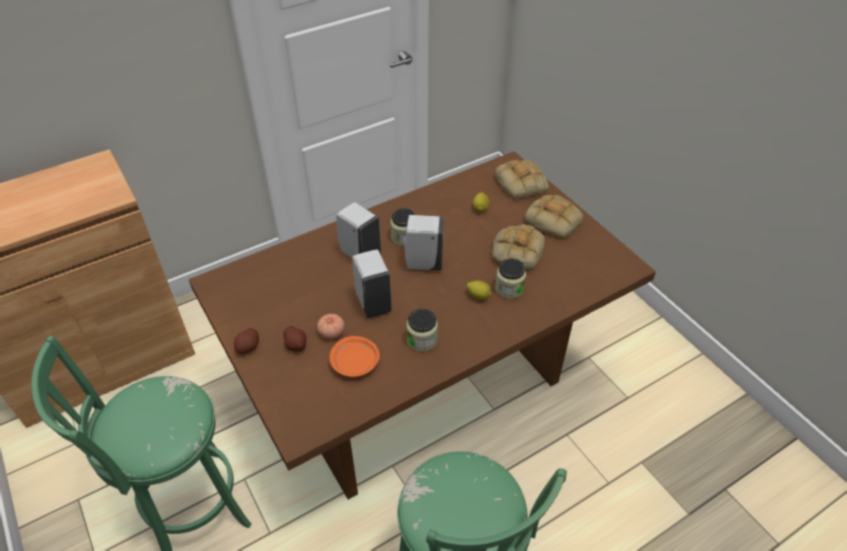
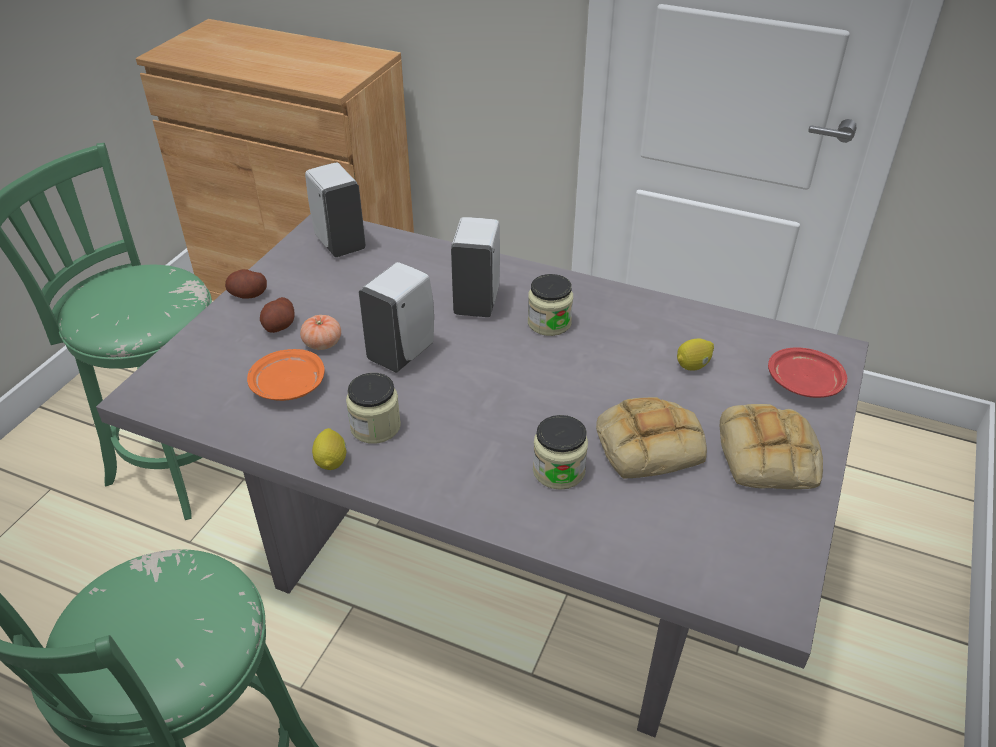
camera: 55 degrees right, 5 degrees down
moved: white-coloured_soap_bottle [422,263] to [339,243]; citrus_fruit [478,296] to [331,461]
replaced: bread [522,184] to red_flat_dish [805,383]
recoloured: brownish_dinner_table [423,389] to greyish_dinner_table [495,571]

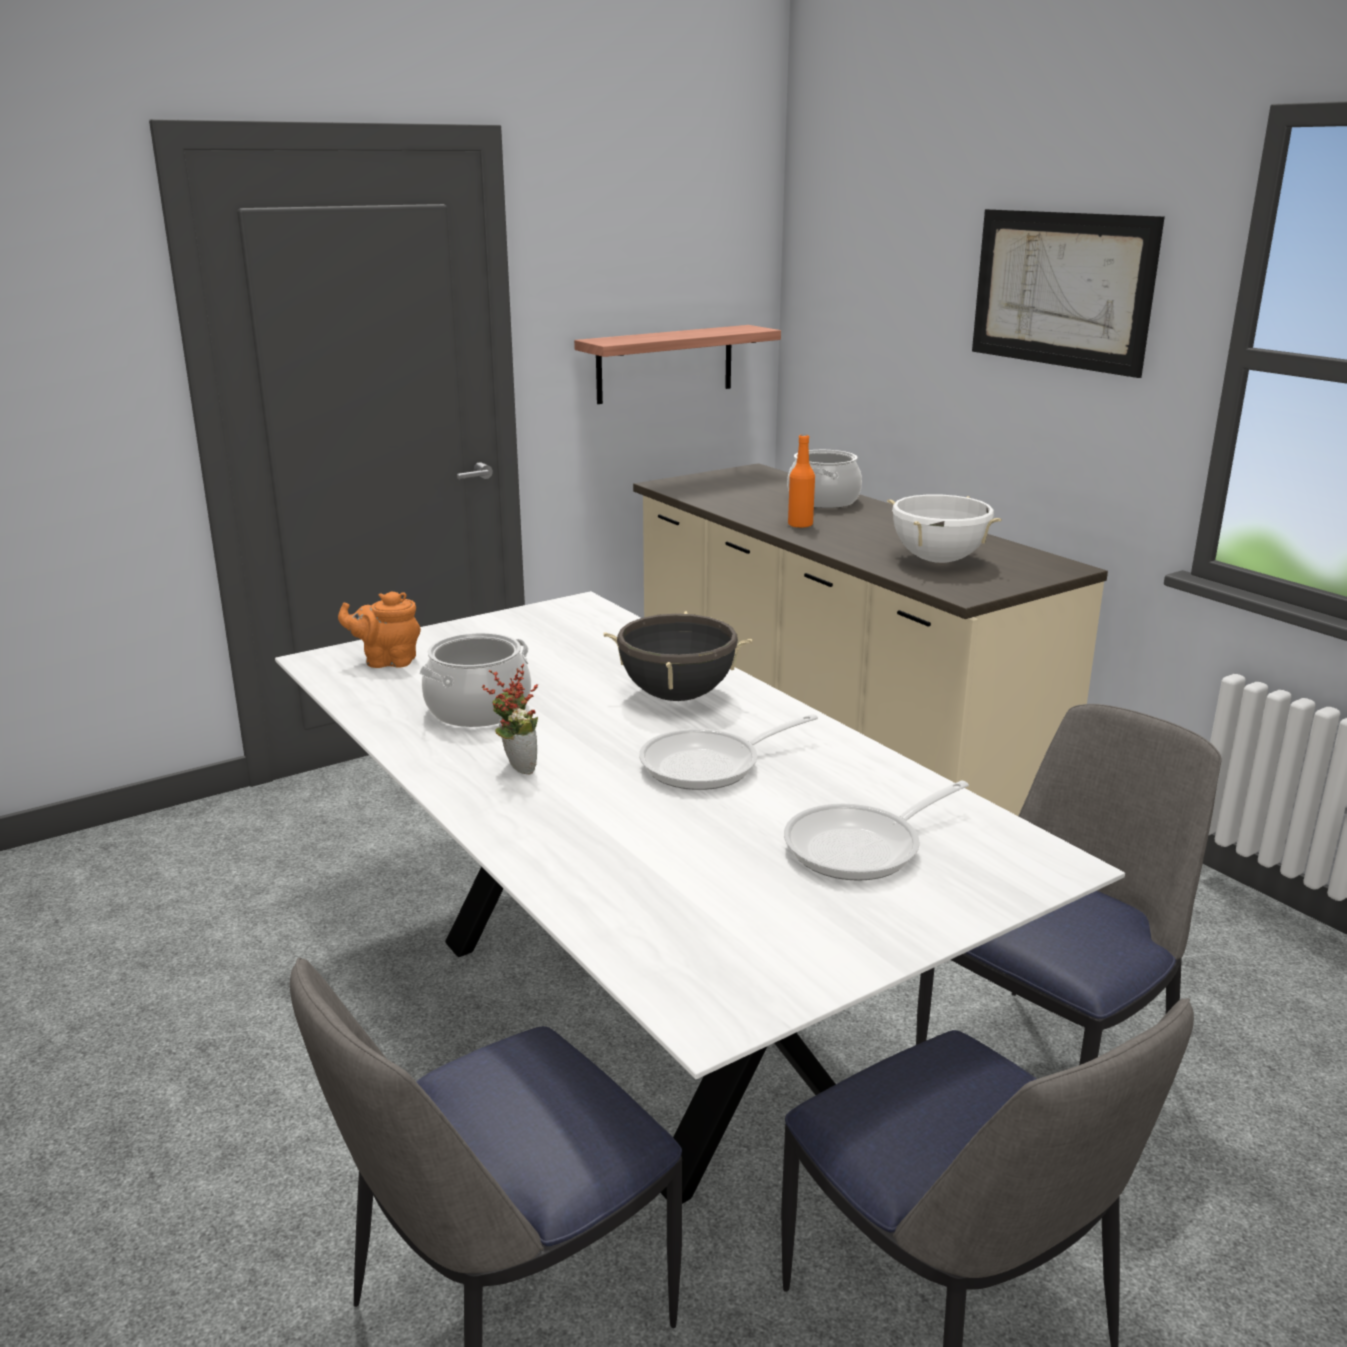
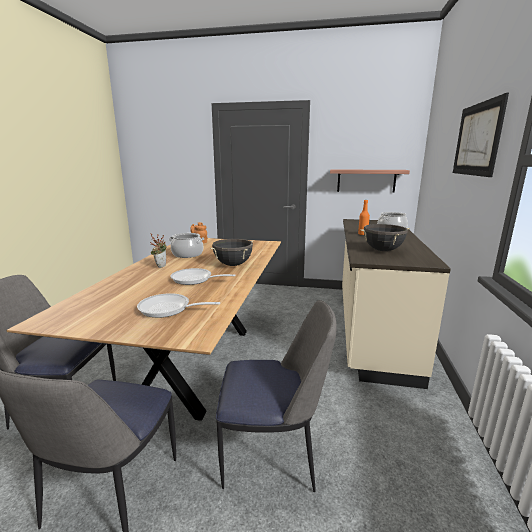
camera: 45 degrees right, 5 degrees down
recoloured: white-coloured_saucepot [938,560] to black-coloured_saucepot [383,250]; white-coloured_dinner_table [629,1017] to brownish_dinner_table [198,362]

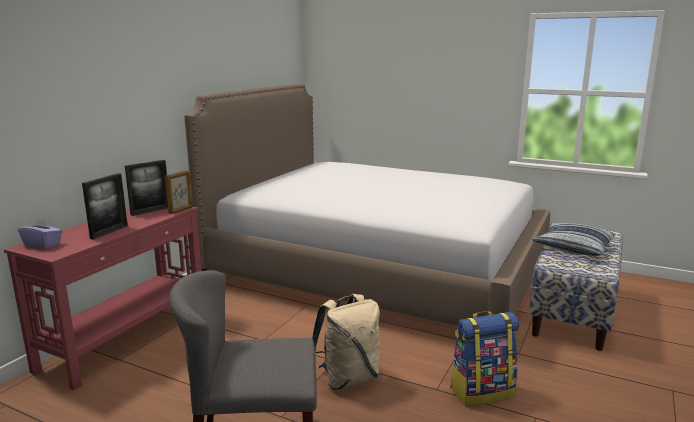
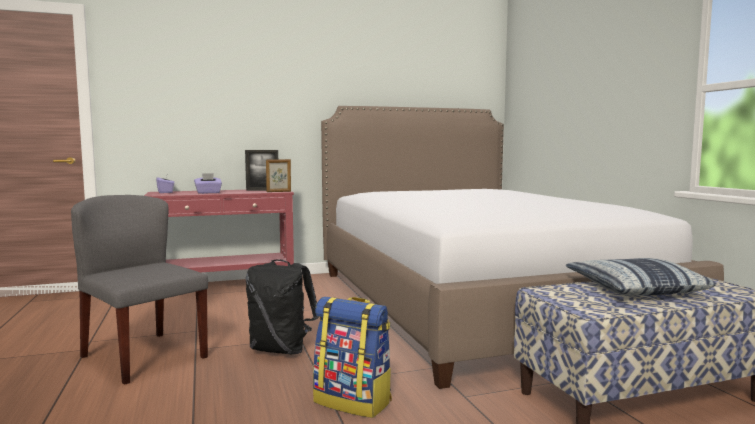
camera: 45 degrees right, 10 degrees down
replaced: picture_frame [109,232] to purple-coloured_box_of_tissues [208,193]
recoloured: beige-coloured_backpack [348,378] to black-coloured_backpack [281,350]

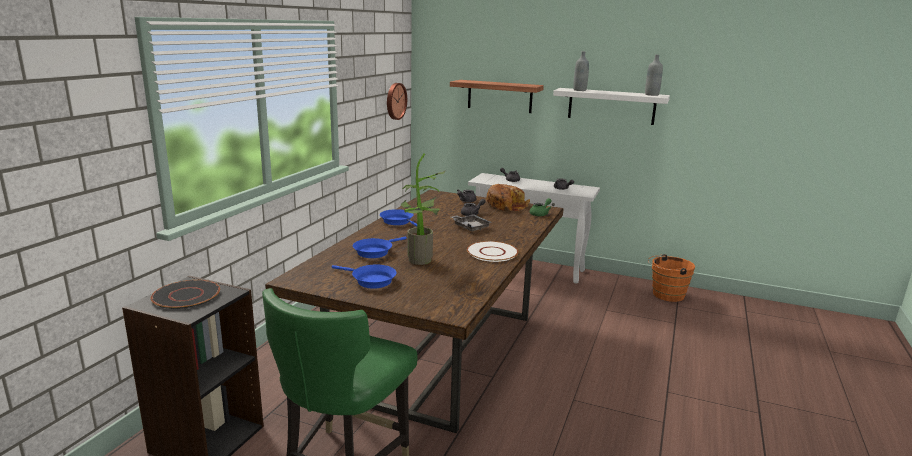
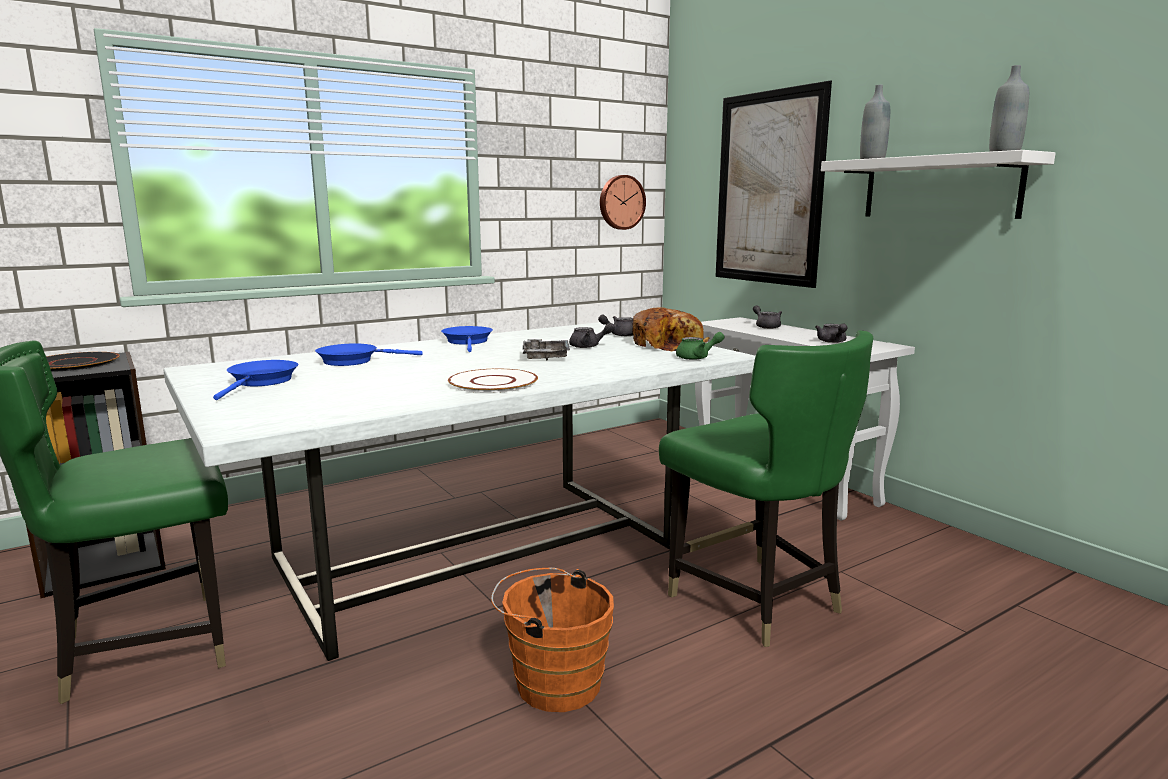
camera: 35 degrees right, 5 degrees down
removed: houseplant [422,261]
added: green_plain_chair [756,601]
moved: orange-coloured_pail [665,295] to [552,682]
replaced: wall_shelf [499,96] to wall_picture [768,188]
recoloured: brownish_dinner_table [440,351] to white-coloured_dinner_table [481,552]
turned: blue-coloured_frying_pan [370,280] = [261,382] 150 degrees counterclockwise

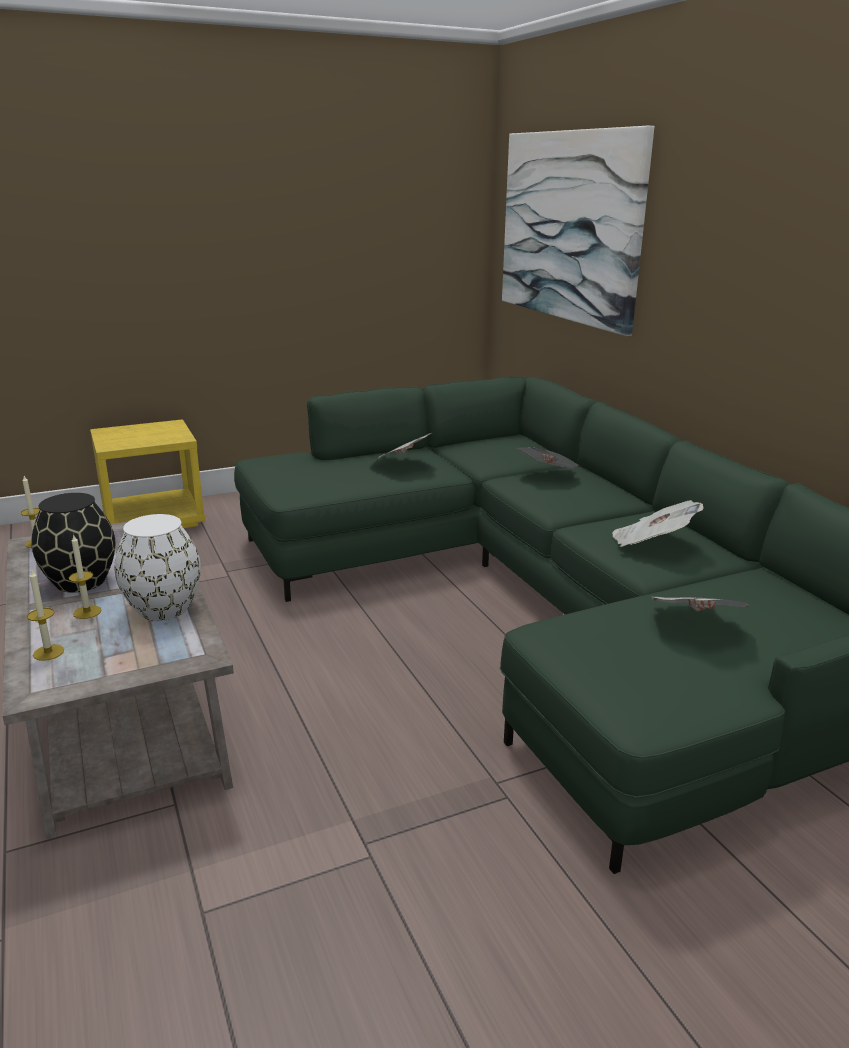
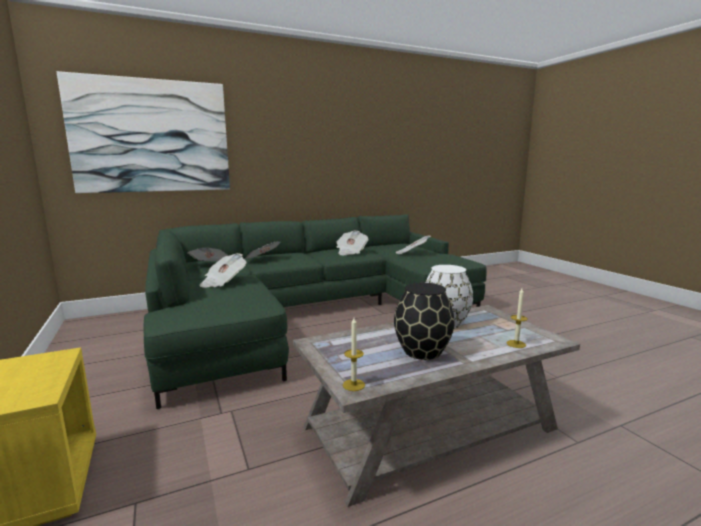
camera: 90 degrees left, 10 degrees down
removed: wax_candle [87,612]
added: newspaper [210,265]

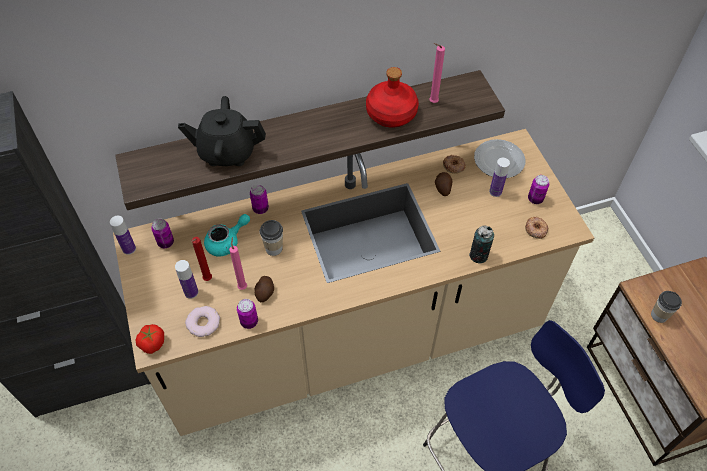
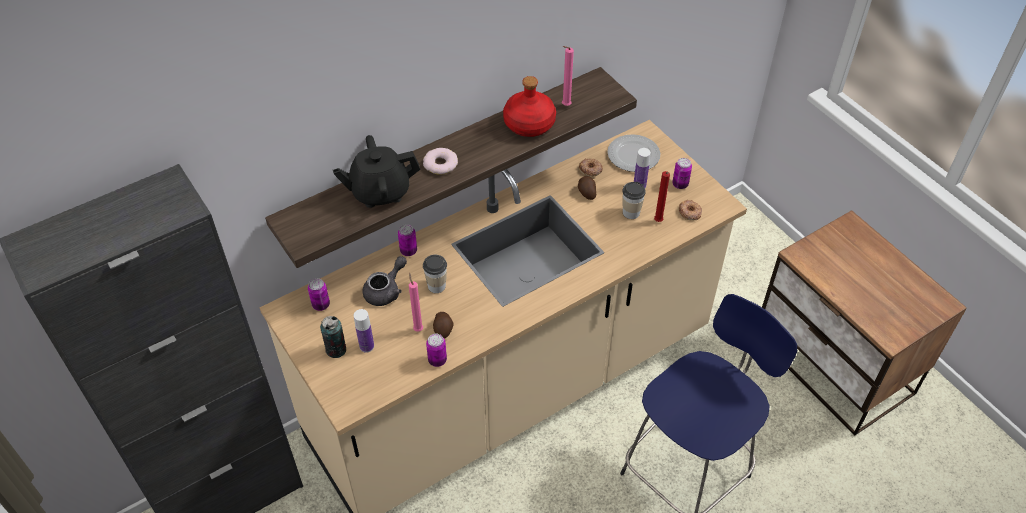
camera: 15 degrees left, 5 degrees down
removed: drink_bottle [129,249]; tomato [152,344]
moved: metal_can [478,255] to [336,350]; red_wax_candle [207,280] to [658,222]; small_cup [659,315] to [631,212]; donut [203,323] to [440,164]
recoloured: turquoise_pot_for_tea [227,242] to greyish_pot_for_tea [386,291]

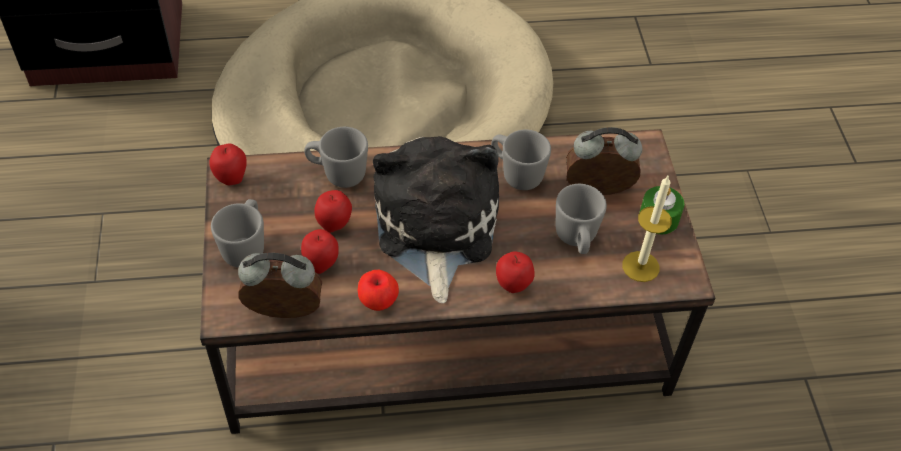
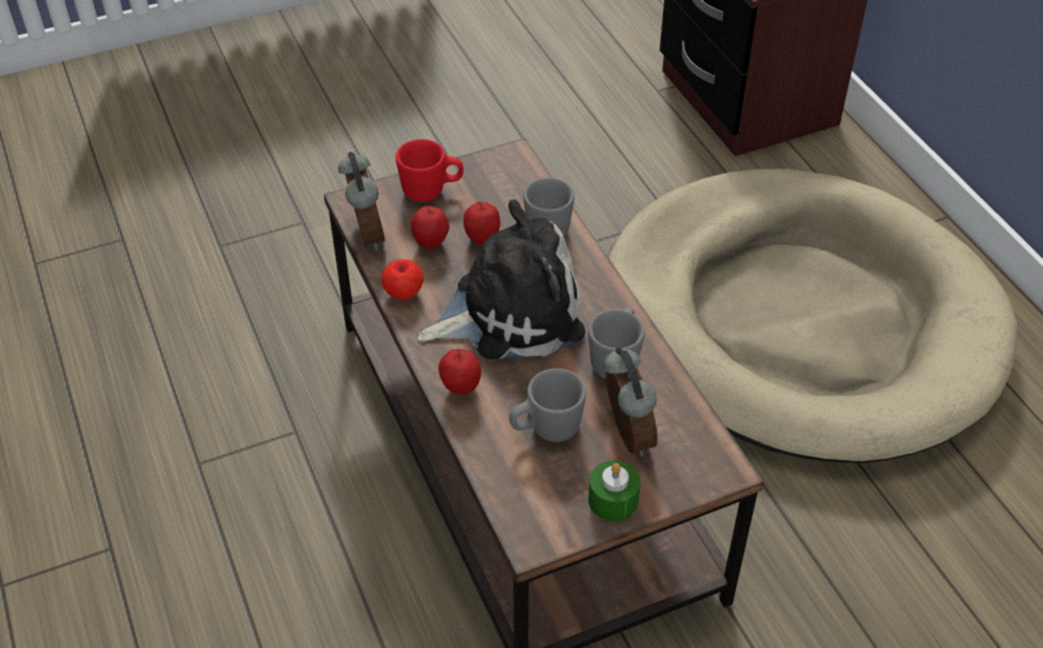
camera: 75 degrees right, 5 degrees down
removed: apple [231,178]; wax_candle [640,266]
recoloured: greyish_coffee_mug [246,246] to red_coffee_mug [431,191]

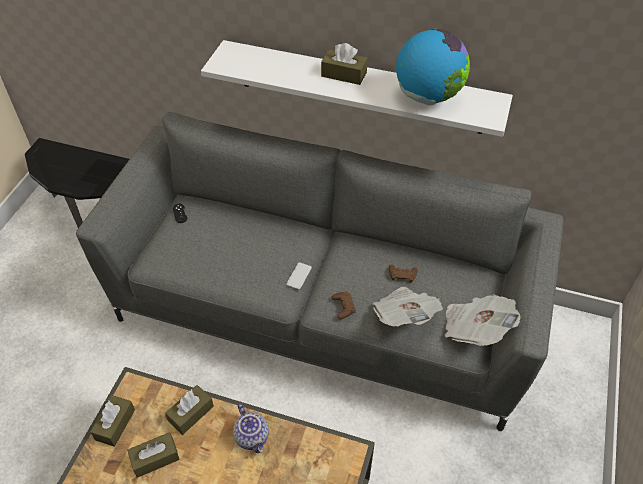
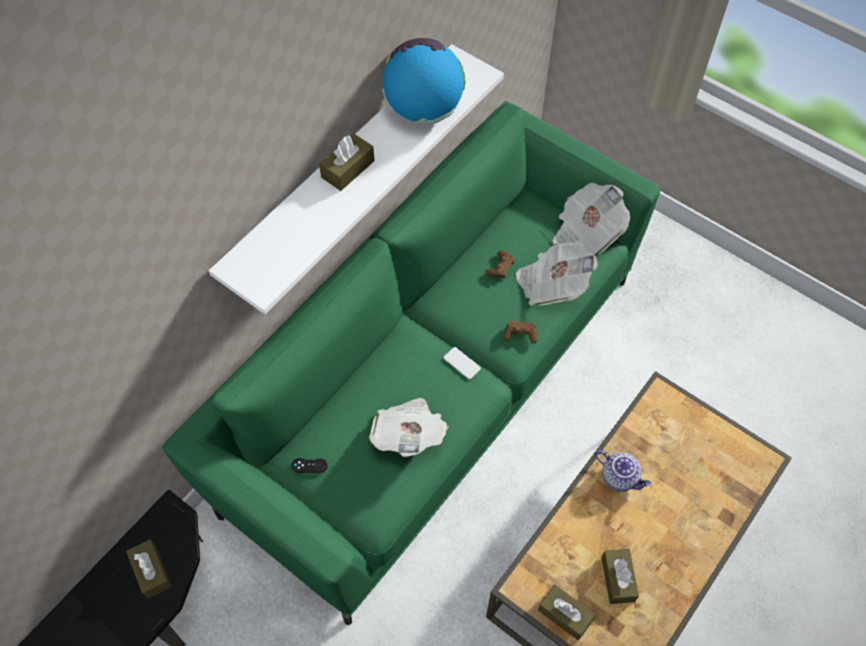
camera: 70 degrees left, 10 degrees up
added: newspaper [409,434]
moved: brownish_box_of_tissues [191,413] to [151,571]
recoloured: greyish_settee [322,313] to green_settee [432,389]
turned: pot_for_tea [253,437] = [620,477] 45 degrees clockwise

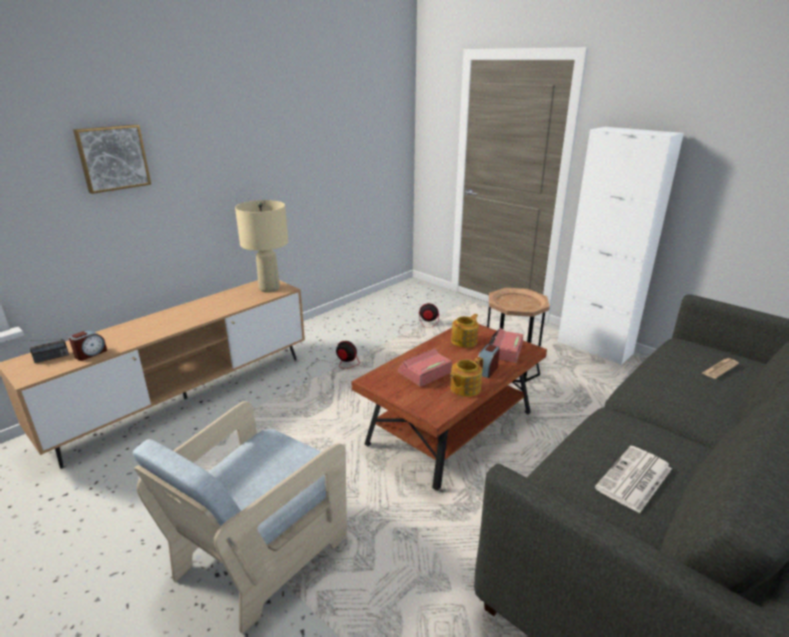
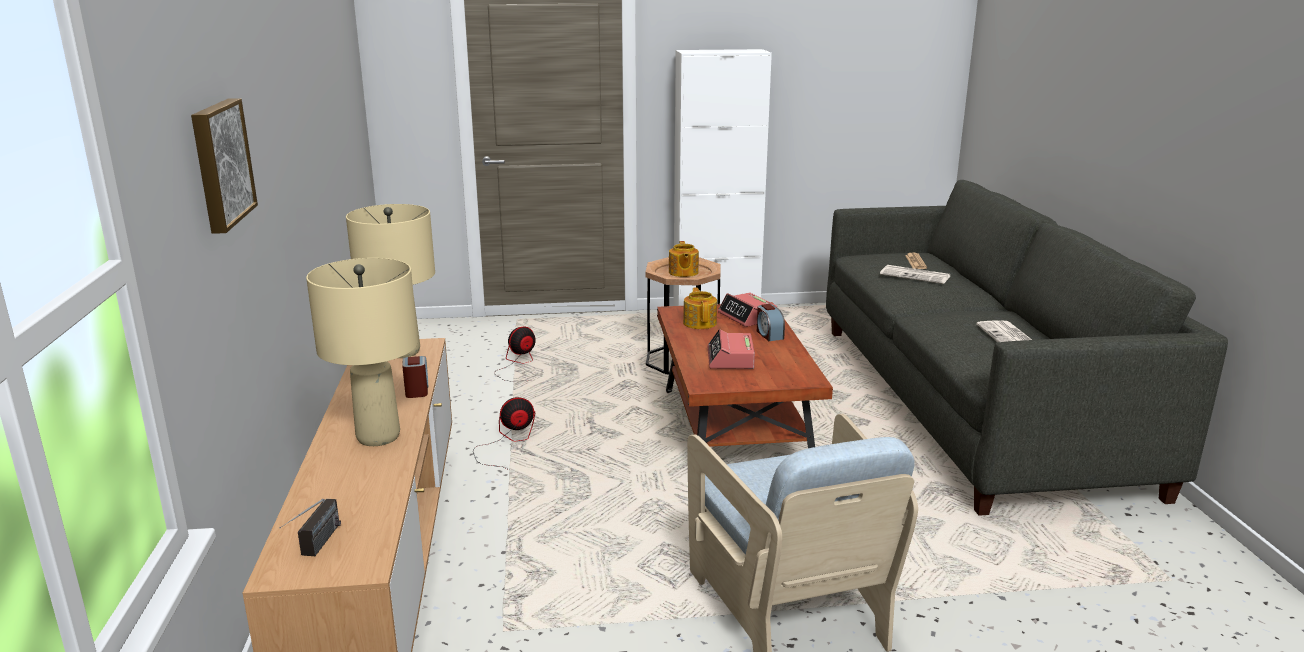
camera: 50 degrees left, 5 degrees down
added: beige-coloured_lamp_for_a_table [379,437]; newspaper [916,275]
moved: alarm_clock [90,354] to [417,389]; pot_for_tea [464,388] to [683,272]

